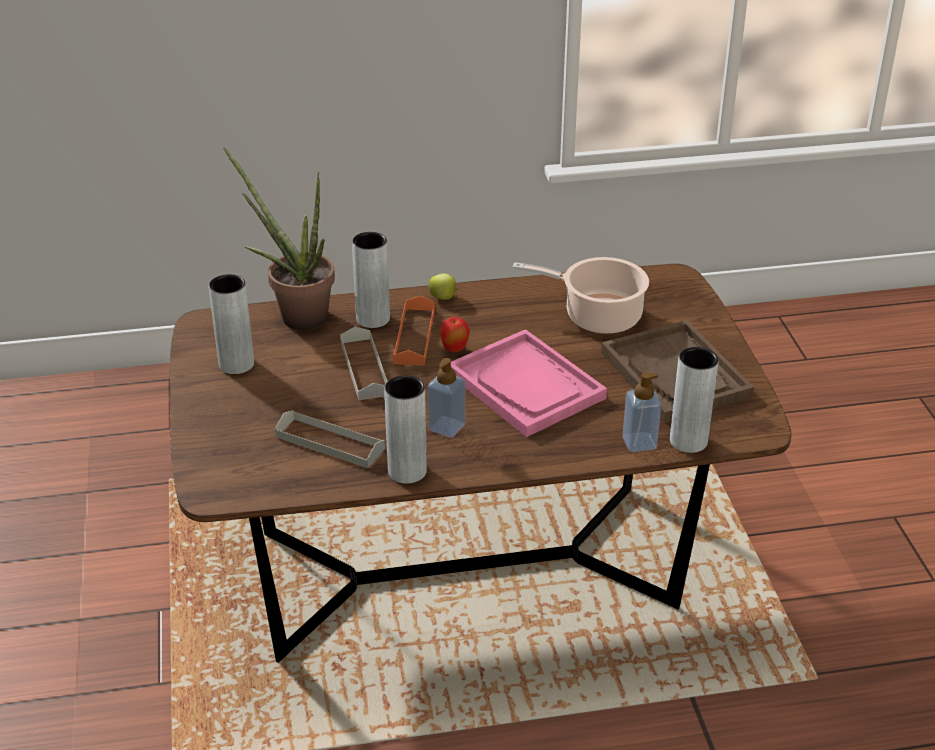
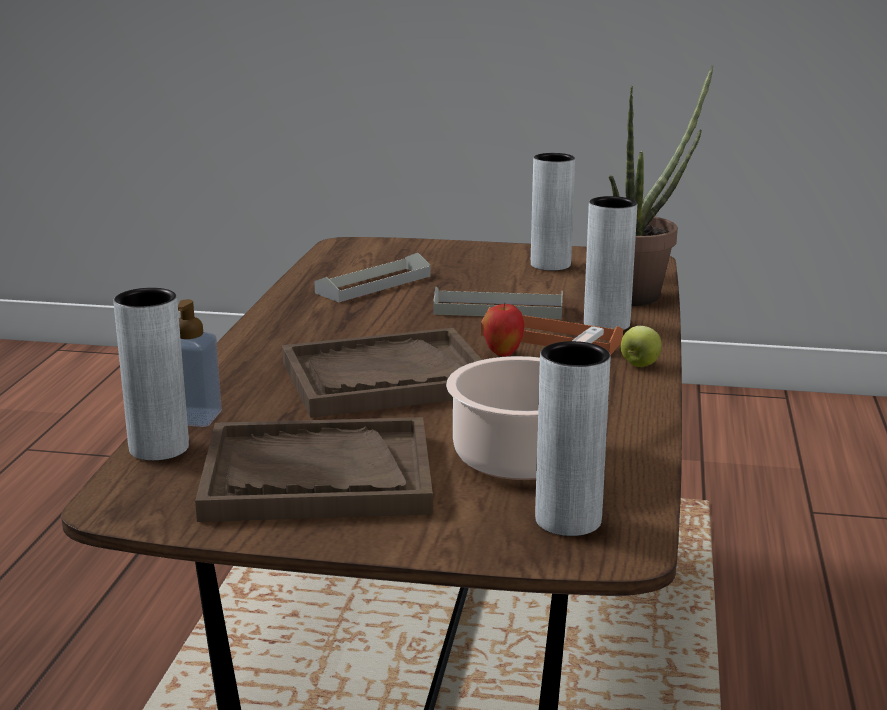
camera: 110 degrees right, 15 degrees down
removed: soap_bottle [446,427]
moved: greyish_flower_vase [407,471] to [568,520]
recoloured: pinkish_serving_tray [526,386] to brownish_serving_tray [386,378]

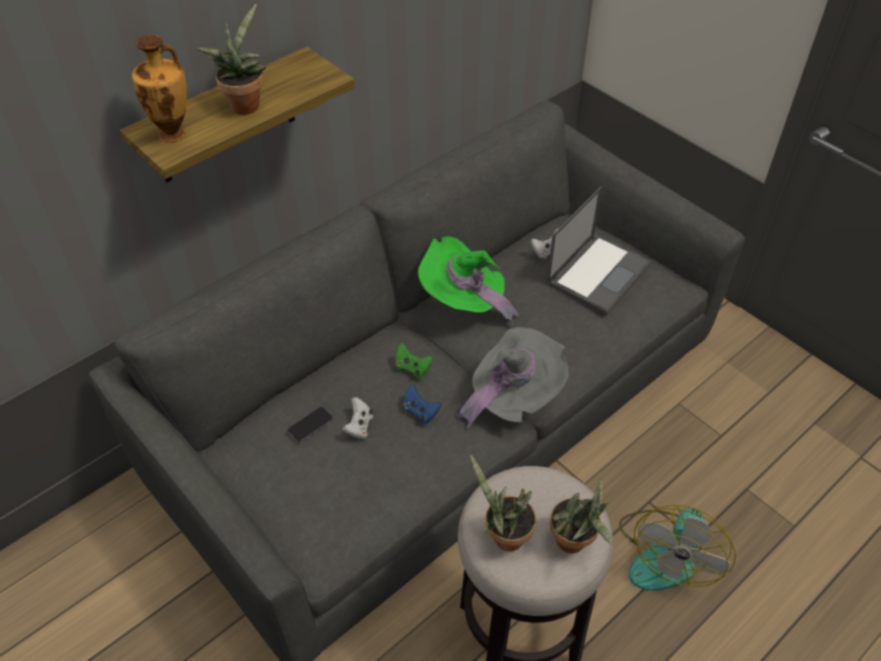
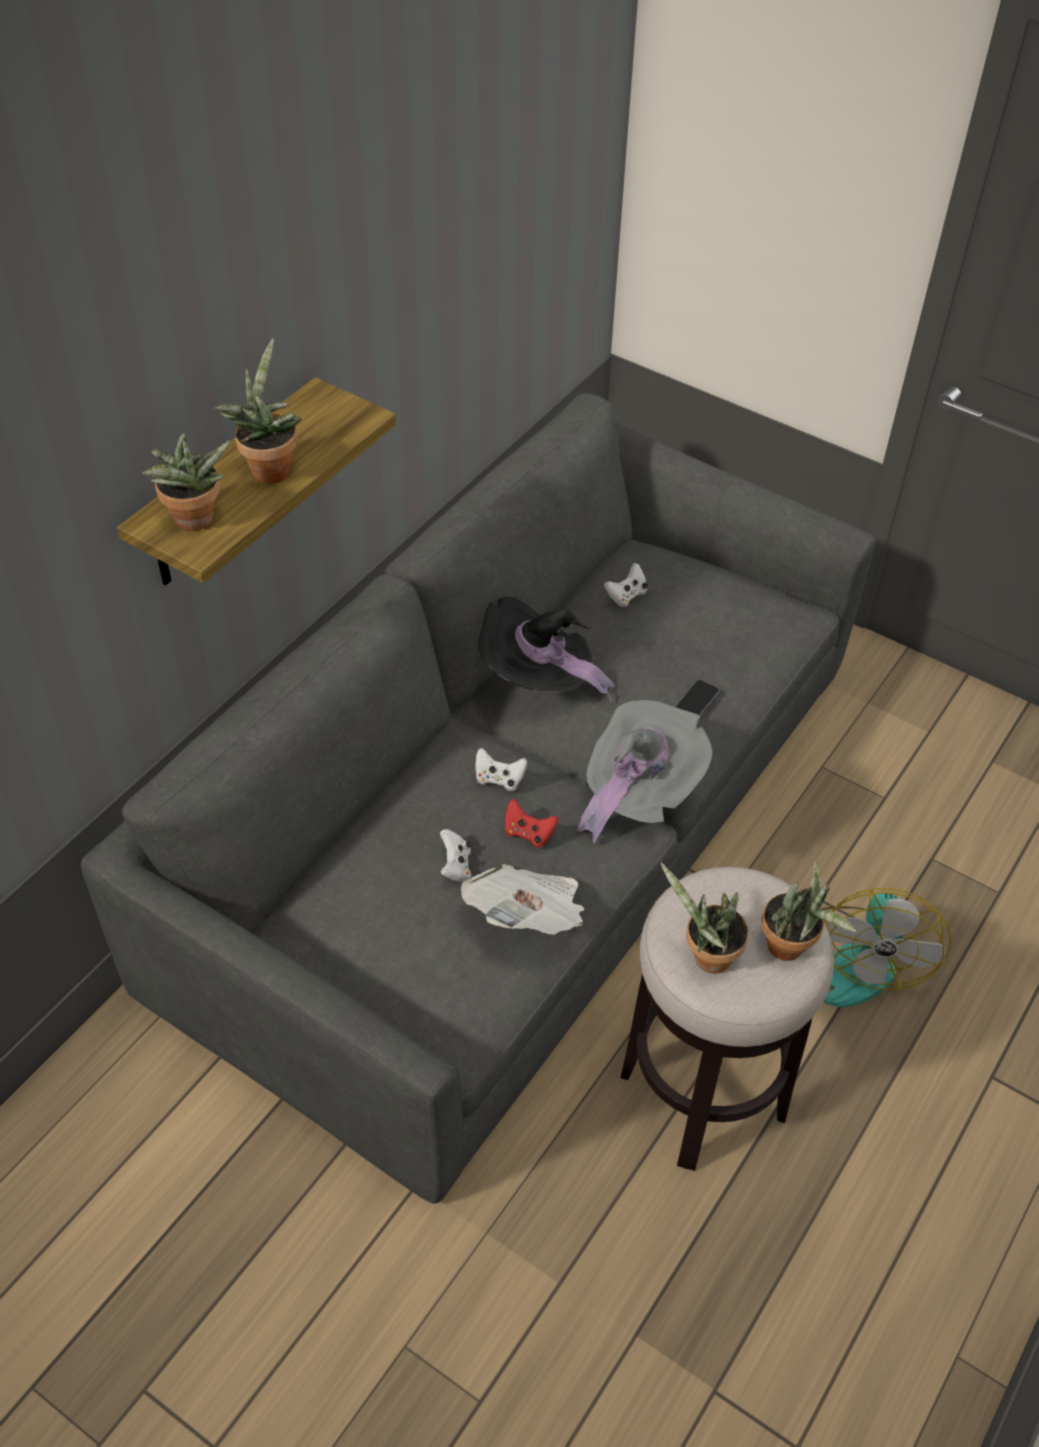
camera: 15 degrees left, 0 degrees up
removed: notebook_computer [599,272]
added: newspaper [528,917]
moved: handset [310,425] to [695,702]
replaced: flower_vase [174,134] to houseplant [194,523]
recoloured: green_clothing_hat [464,301] to black-coloured_clothing_hat [538,679]; green_gamepad [412,368] to white-coloured_gamepad [499,779]; blue-coloured_gamepad [420,412] to red_gamepad [528,833]

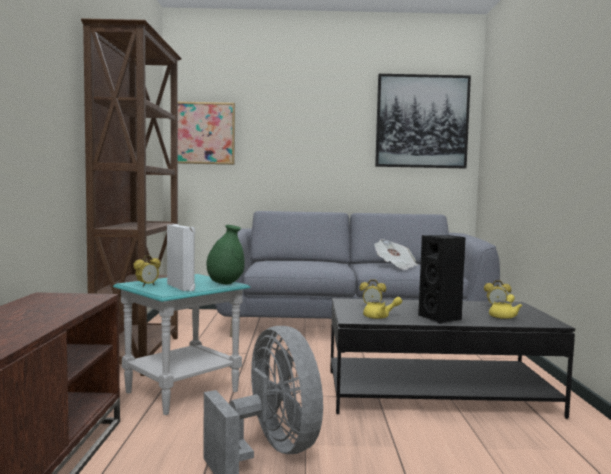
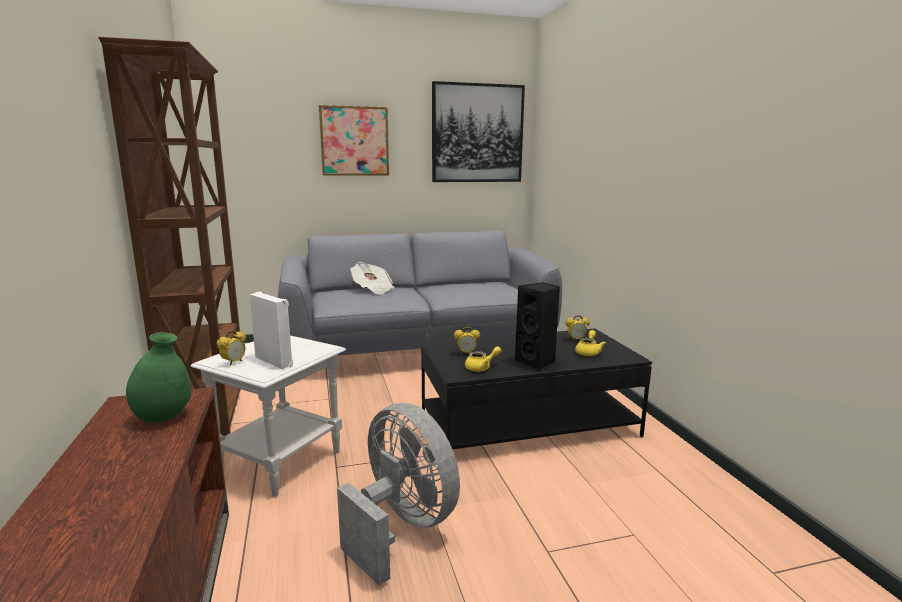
camera: 15 degrees left, 10 degrees up
moved: wall_picture [204,133] to [354,141]; green_flower_vase [225,283] to [163,417]; newspaper [395,266] to [372,290]
recoloured: turquoise_end_table [183,391] to white-coloured_end_table [281,461]

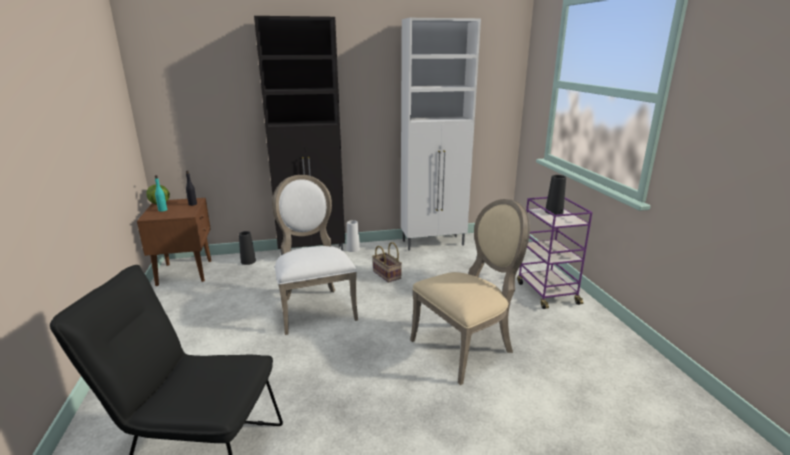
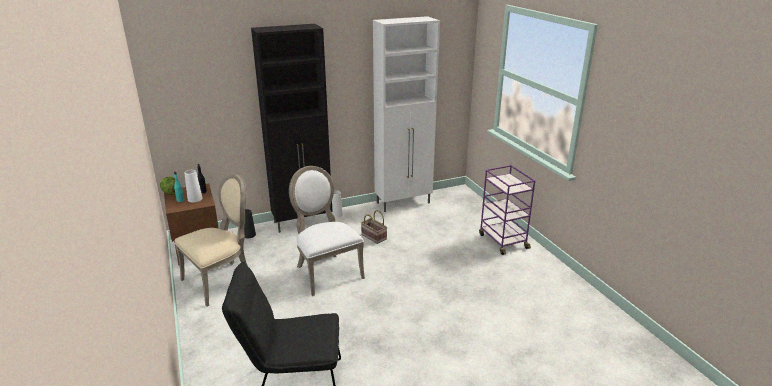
camera: 10 degrees left, 5 degrees up
removed: black-coloured_flower_vase [554,212]
added: white-coloured_flower_vase [195,199]
moved: beige-coloured_plain_chair [466,347] to [221,280]

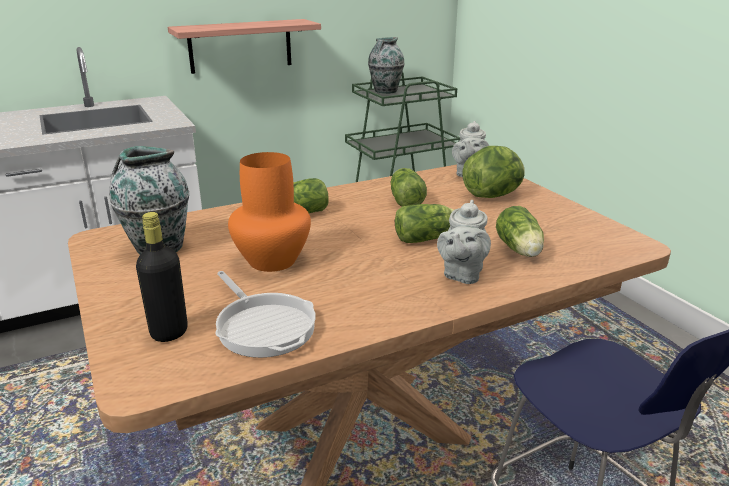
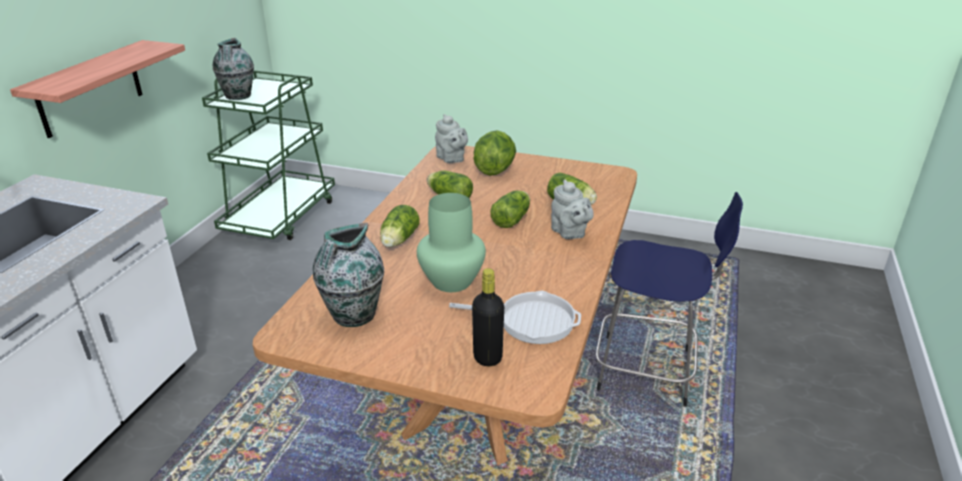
camera: 45 degrees left, 5 degrees up
recoloured: orange-coloured_flower_vase [273,260] to green_flower_vase [451,280]

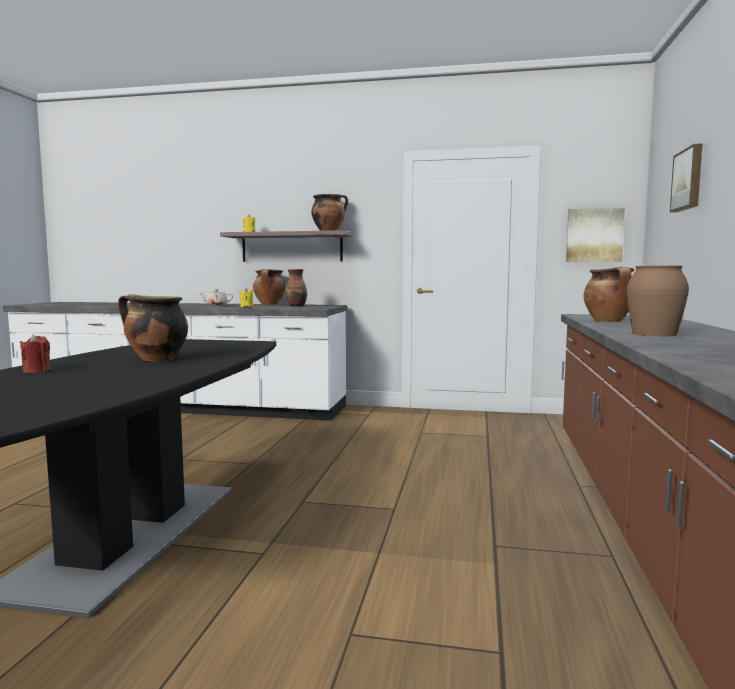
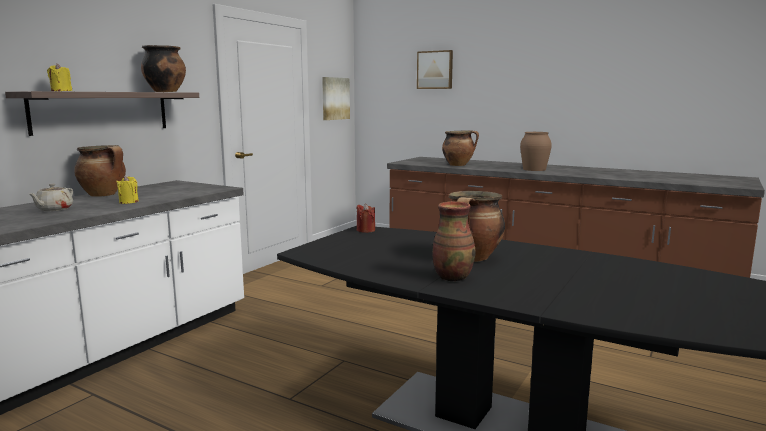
camera: 70 degrees left, 5 degrees up
moved: flower_vase [297,306] to [452,277]; red_wax_candle [37,370] to [365,230]

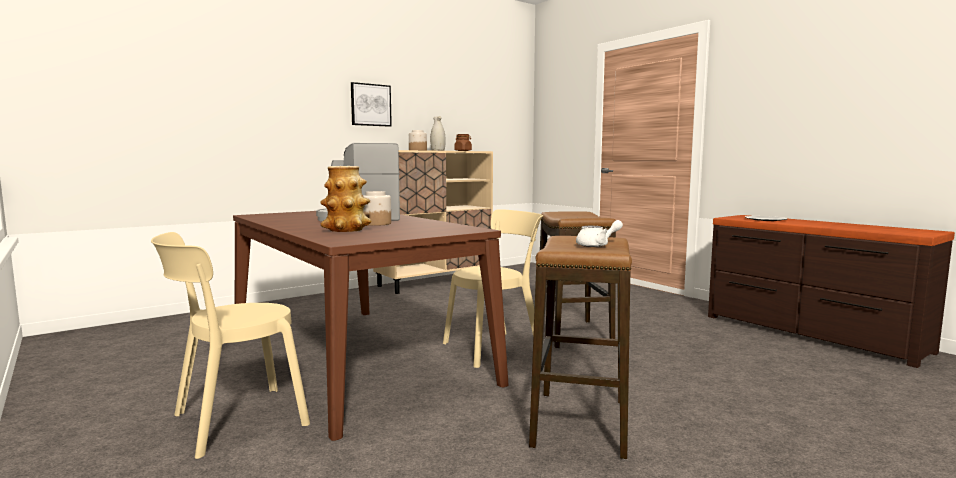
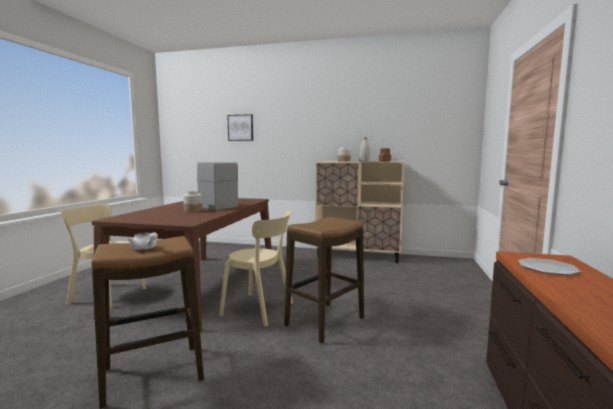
camera: 50 degrees right, 0 degrees up
removed: flower_vase [347,229]
moved: wall_picture [370,105] to [240,127]

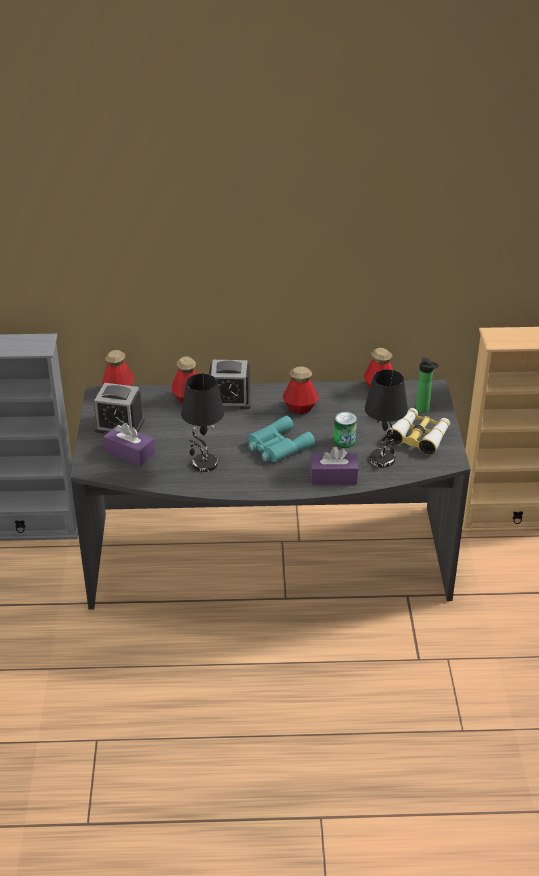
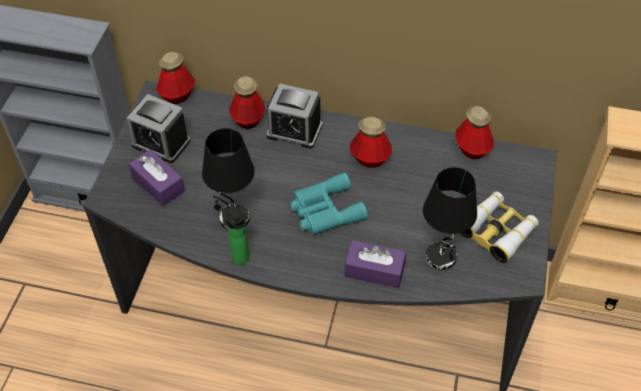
camera: 15 degrees right, 15 degrees up
removed: metal_can [344,441]
moved: drink_bottle [424,410] to [241,260]

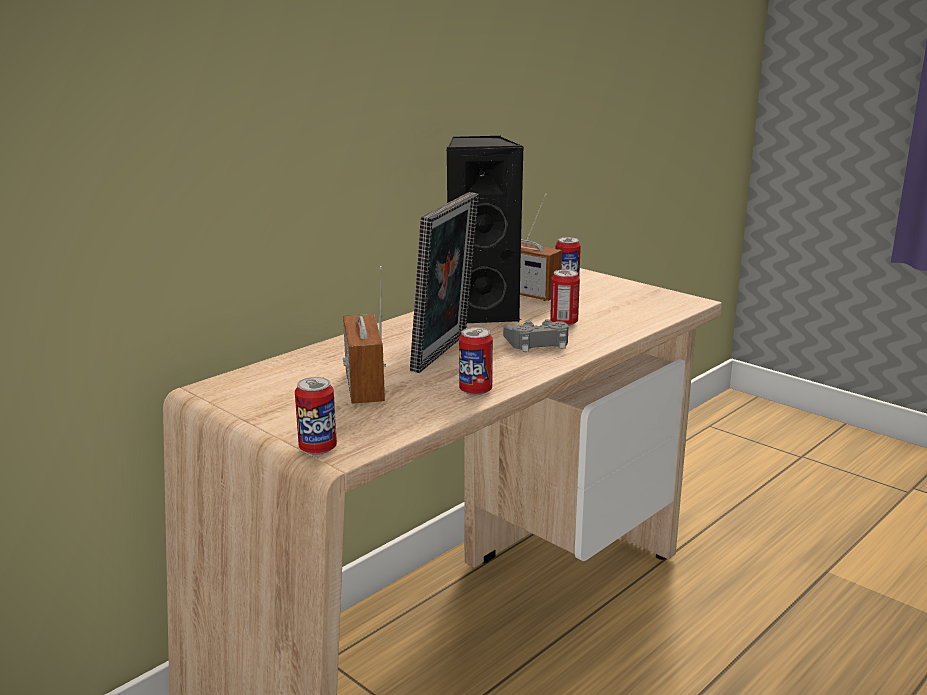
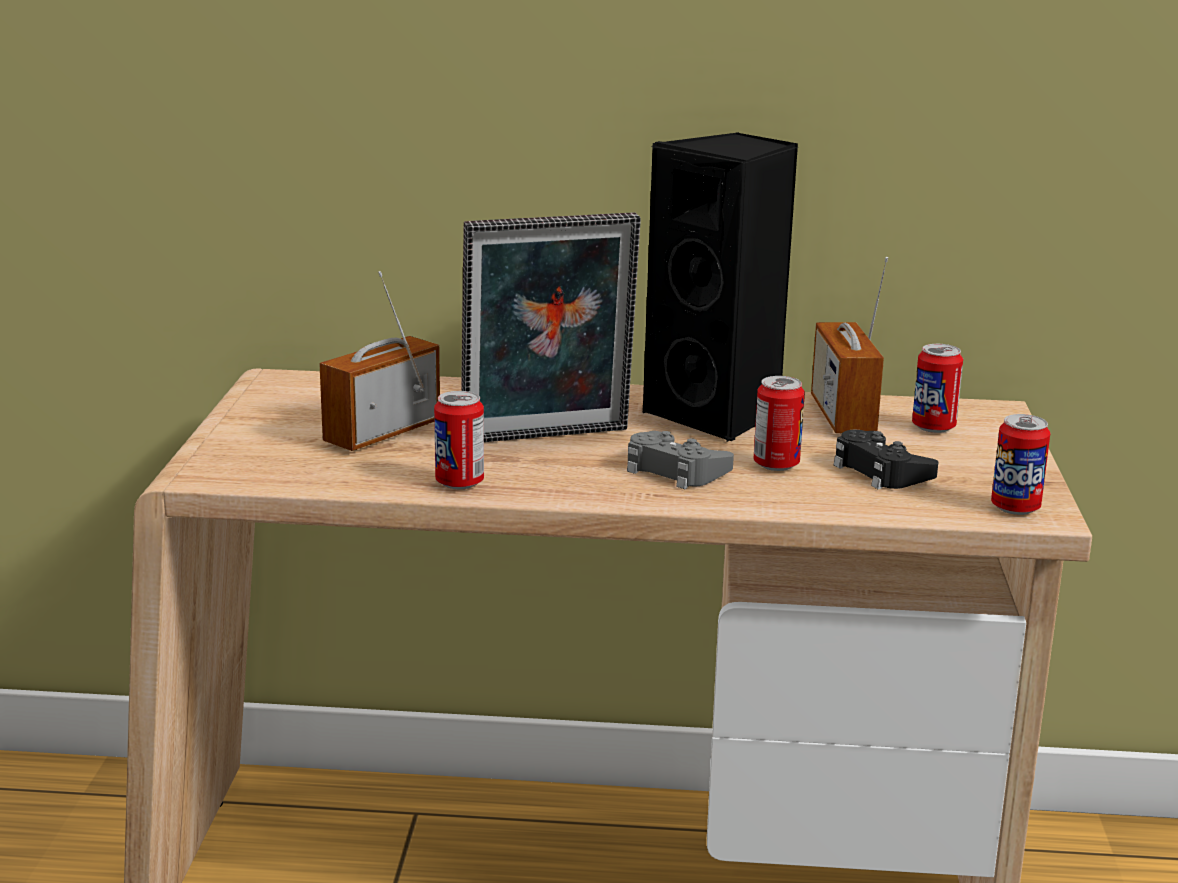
camera: 50 degrees right, 0 degrees up
added: black-coloured_gamepad [880,471]
moved: metal_can [318,448] to [1015,508]

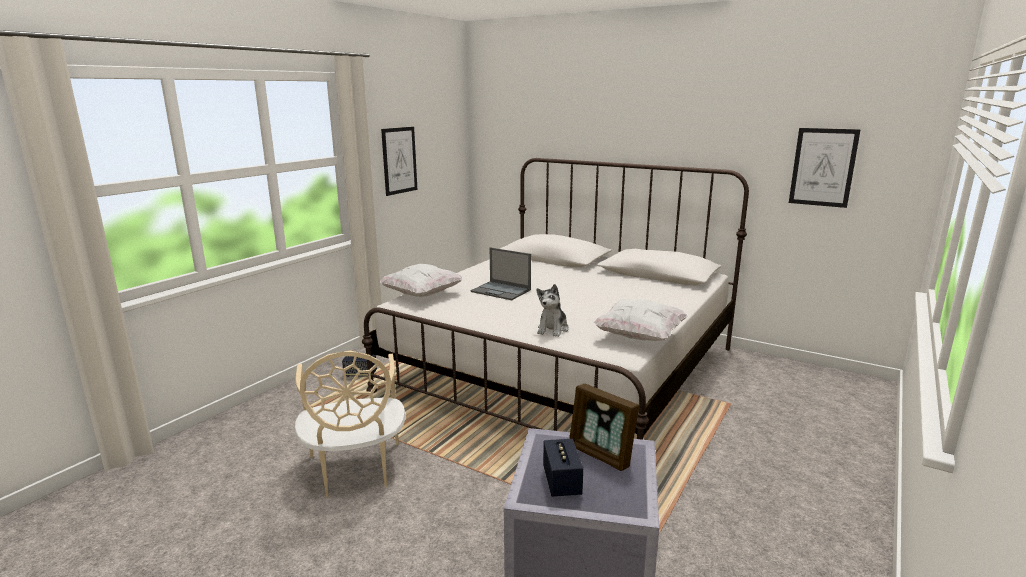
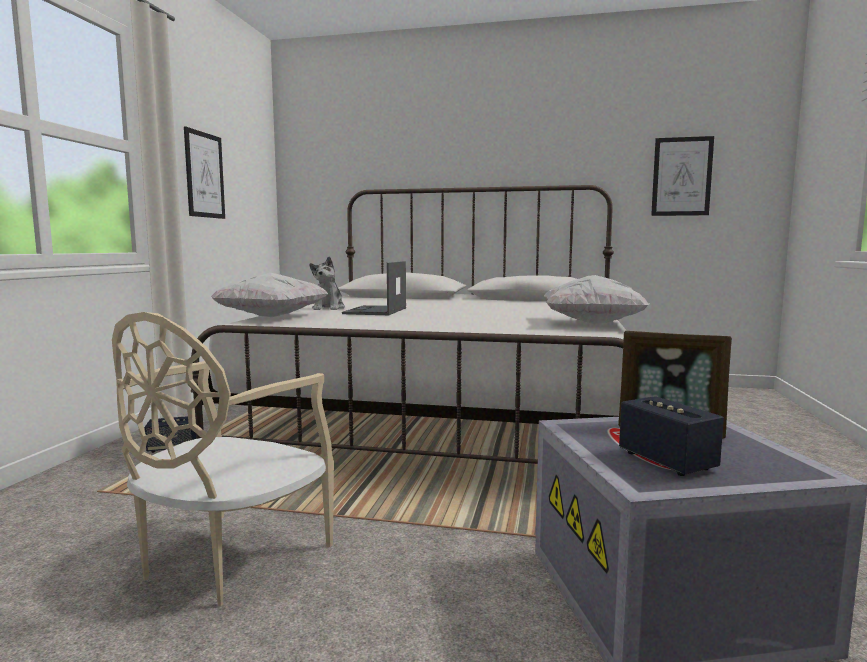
camera: 20 degrees left, 10 degrees down
moved: soft_toy [552,329] to [328,308]
turned: notebook_computer [501,291] = [375,311] 90 degrees clockwise; beige-coloured_plain_chair [355,470] = [229,559] 60 degrees clockwise

